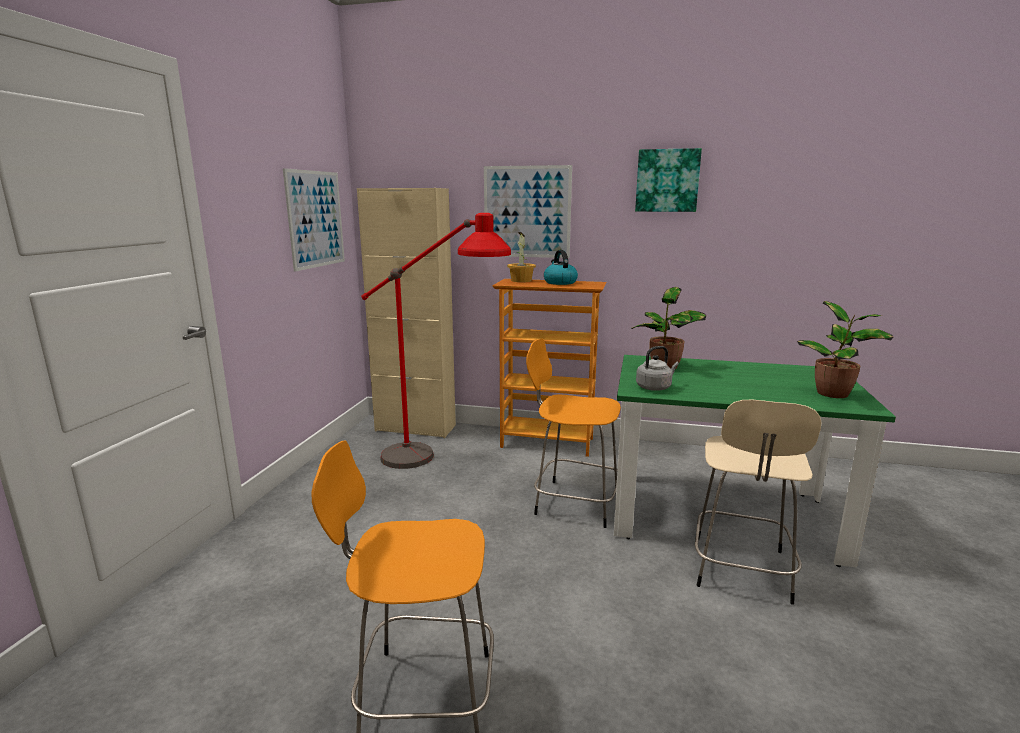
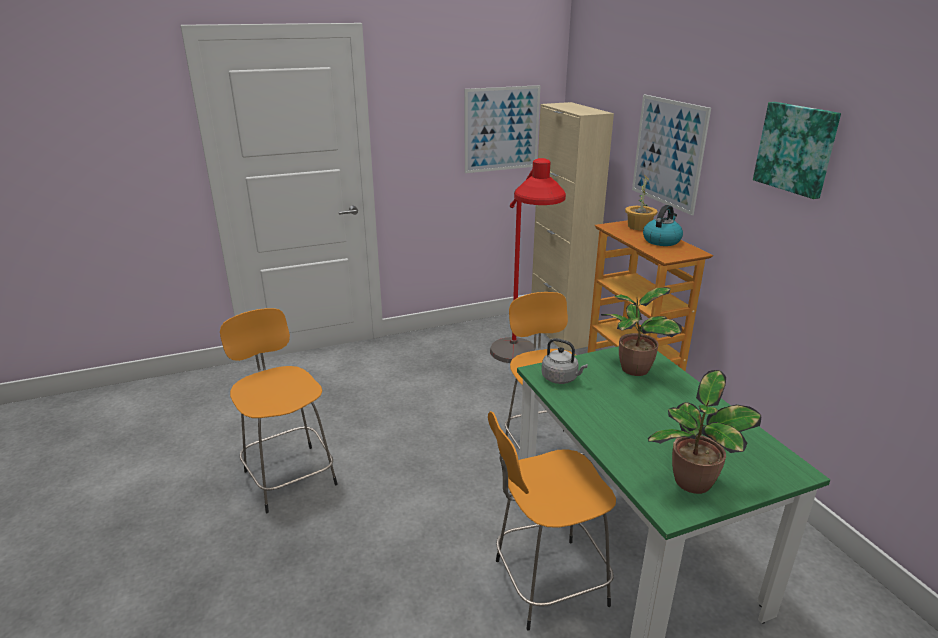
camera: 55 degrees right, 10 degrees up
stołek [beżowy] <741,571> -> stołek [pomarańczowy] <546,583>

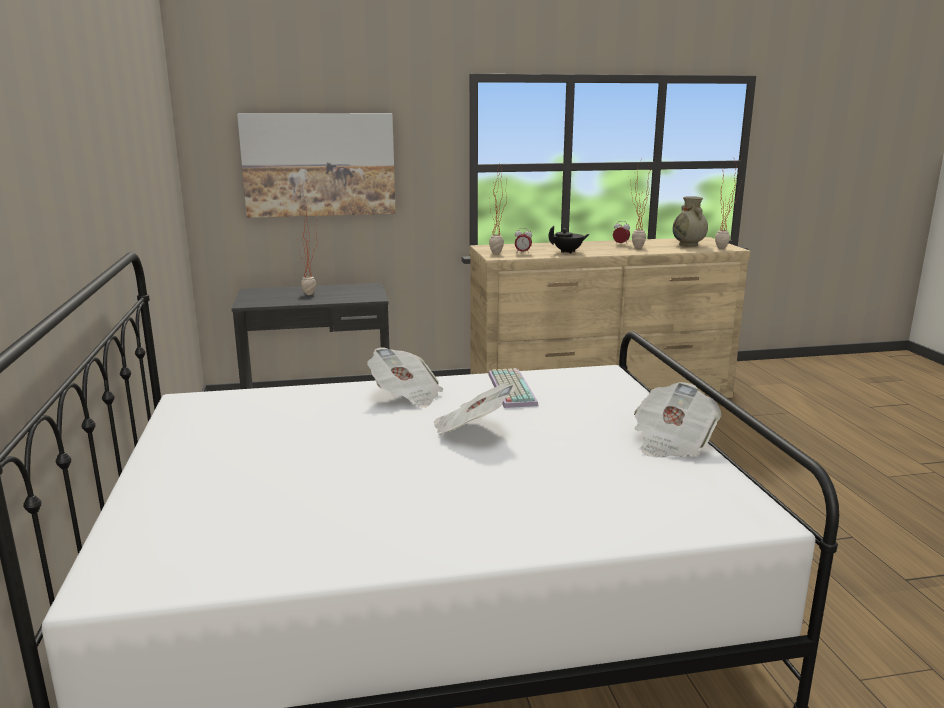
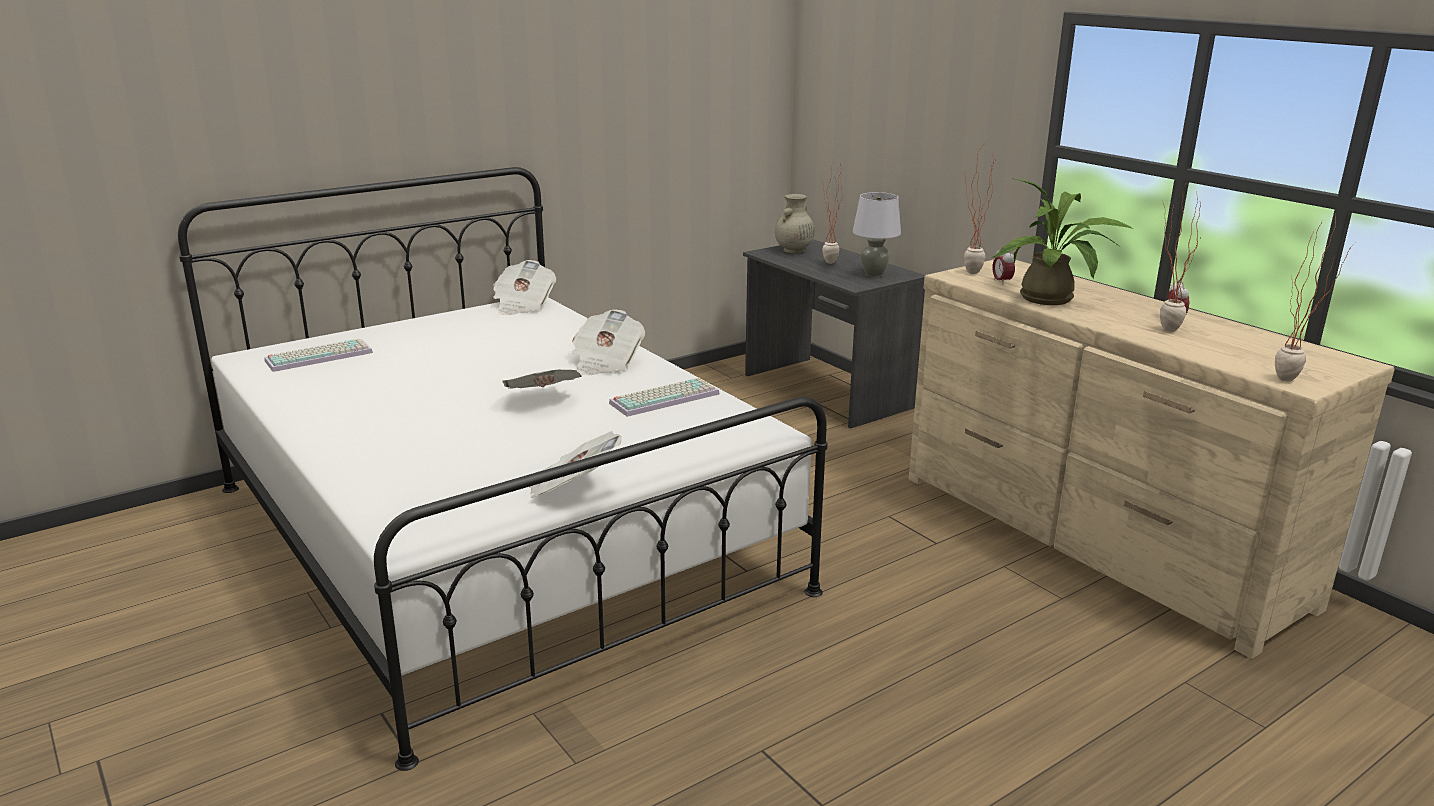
camera: 65 degrees right, 5 degrees up
none -> klawiatura <320,356>
none -> gazeta <523,305>
wazon [beżowy] <689,245> -> wazon [beżowy] <793,251>, relocated
none -> lampa stołowa [szary] <874,275>
imbryk [czarny] <568,252> -> roślina doniczkowa <1053,300>
obraz <319,164> -> none

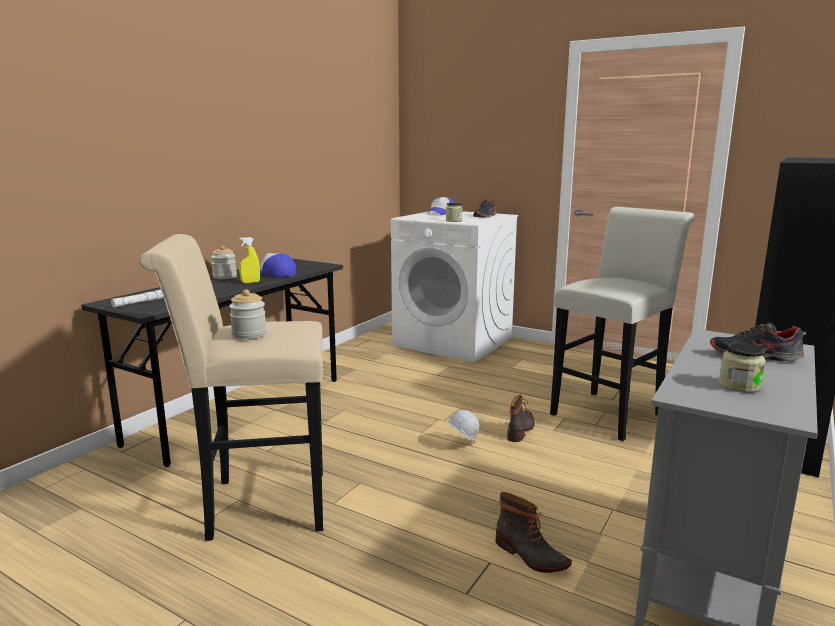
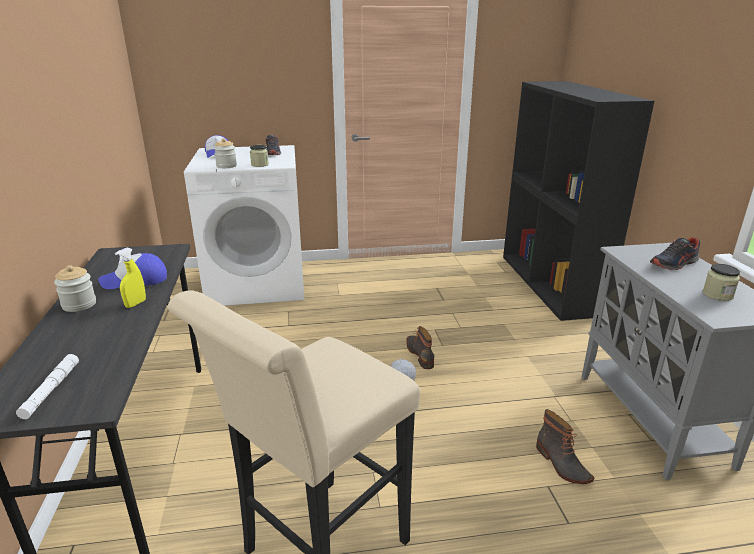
camera: 40 degrees left, 10 degrees up
słoik <249,334> -> słoik <226,166>, relocated
but z cholewką <530,556> -> but z cholewką <561,464>, 60 degrees clockwise
stołek [biały] <610,412> -> none

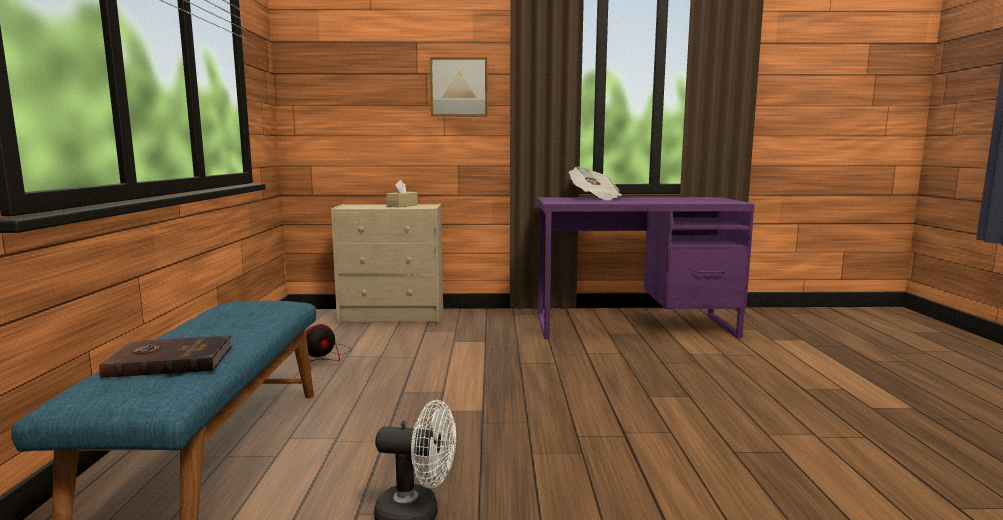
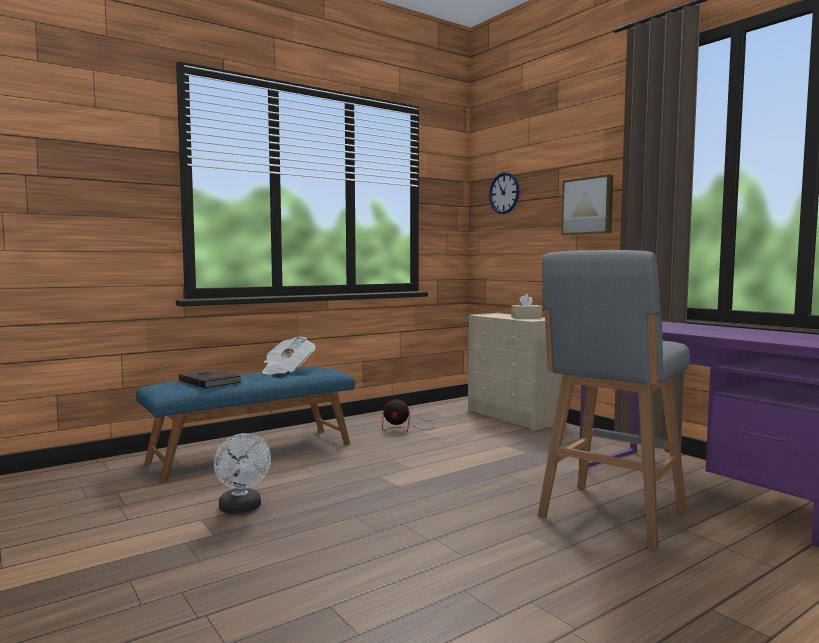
camera: 55 degrees right, 5 degrees down
gazeta <594,198> -> gazeta <287,370>, relocated
none -> zegar ścienny <504,193>
none -> stołek [szary] <610,515>

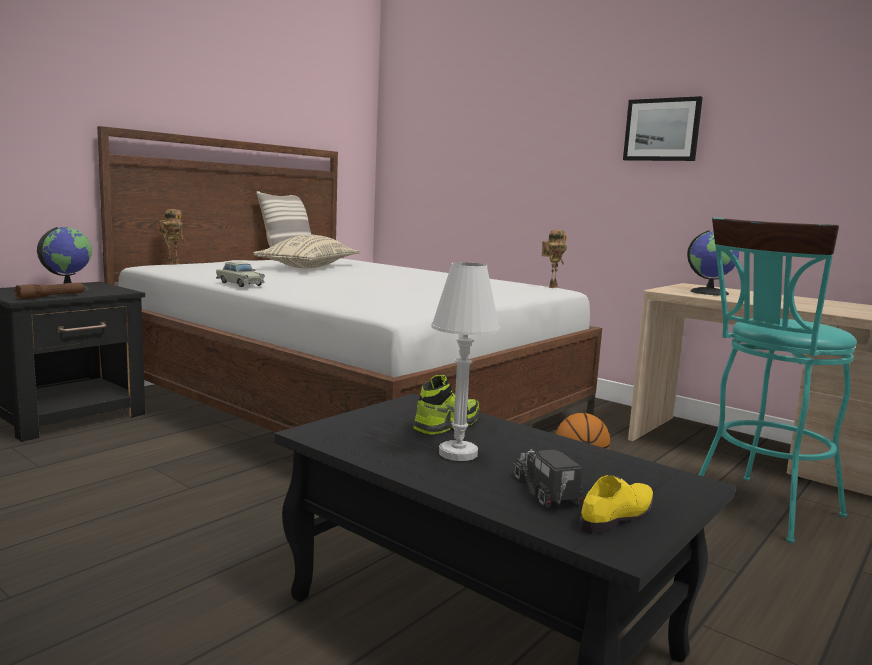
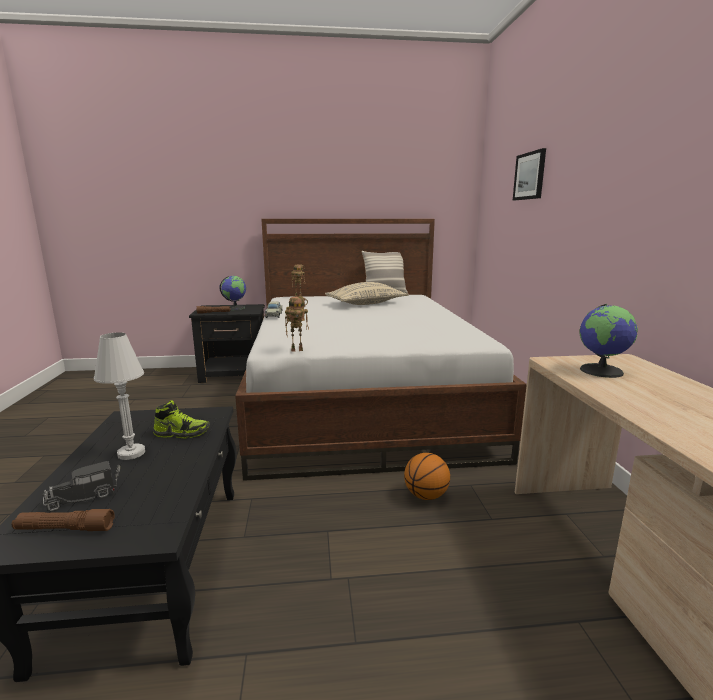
camera: 45 degrees right, 5 degrees up
but [żółty] <619,514> -> latarka [brązowy] <65,529>
ciężarówka zabawkowa <546,493> -> ciężarówka zabawkowa <85,496>, 150 degrees counterclockwise
robot zabawkowy <551,287> -> robot zabawkowy <297,350>, relocated
obraz <662,130> -> obraz <530,176>, relocated
stołek [turkusowy] <759,510> -> none

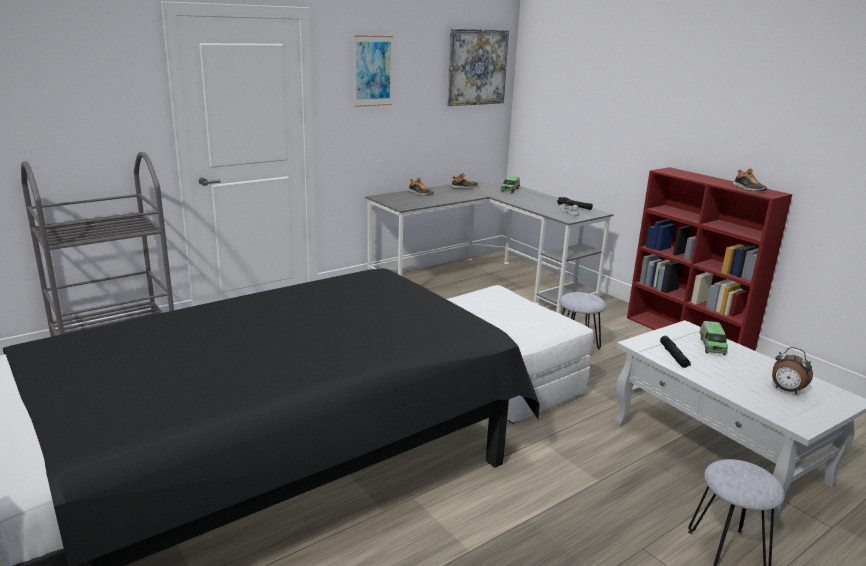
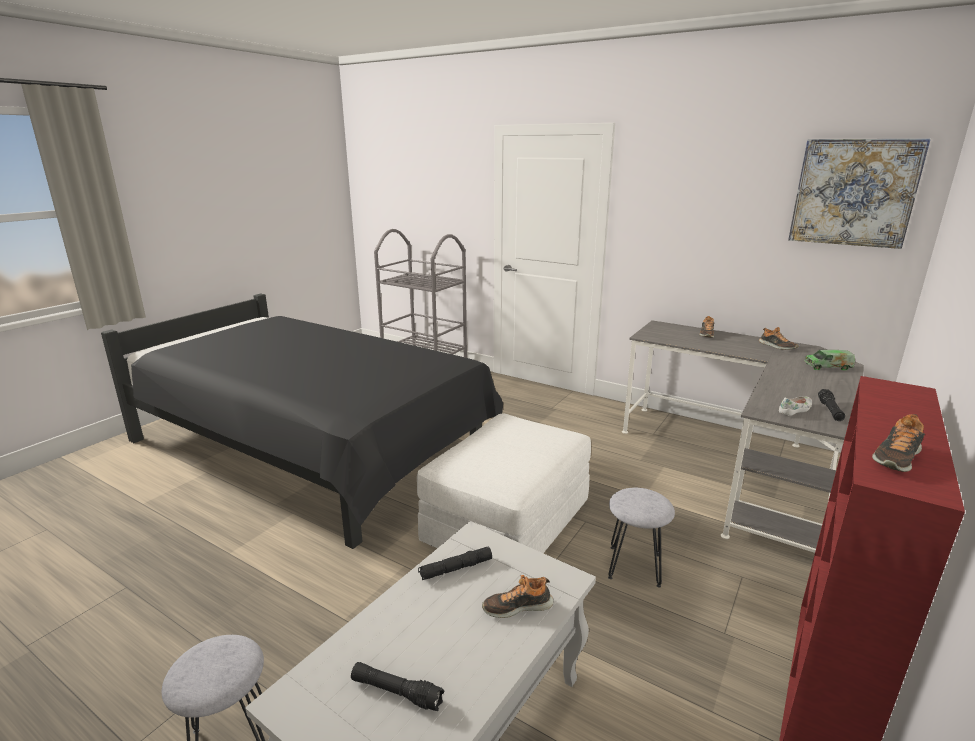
camera: 70 degrees right, 0 degrees up
budzik <786,390> -> latarka [czarny] <396,692>
ciężarówka zabawkowa <712,345> -> but <517,606>
obraz <373,71> -> none

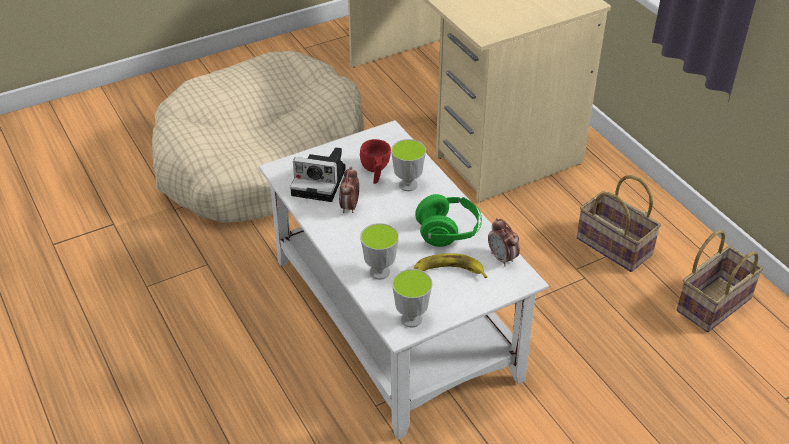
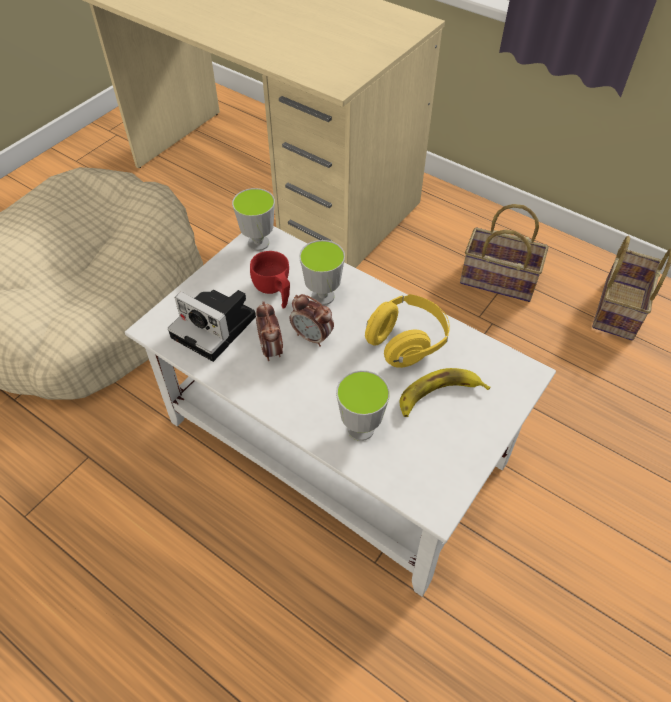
camera: 25 degrees left, 10 degrees up
aparat fotograficzny <321,182> -> aparat fotograficzny <217,327>, 45 degrees clockwise
filiżanka <411,319> -> filiżanka <258,243>, relocated
budzik <502,258> -> budzik <312,337>, relocated
słuchawki [zielony] <448,232> -> słuchawki [żółty] <406,342>

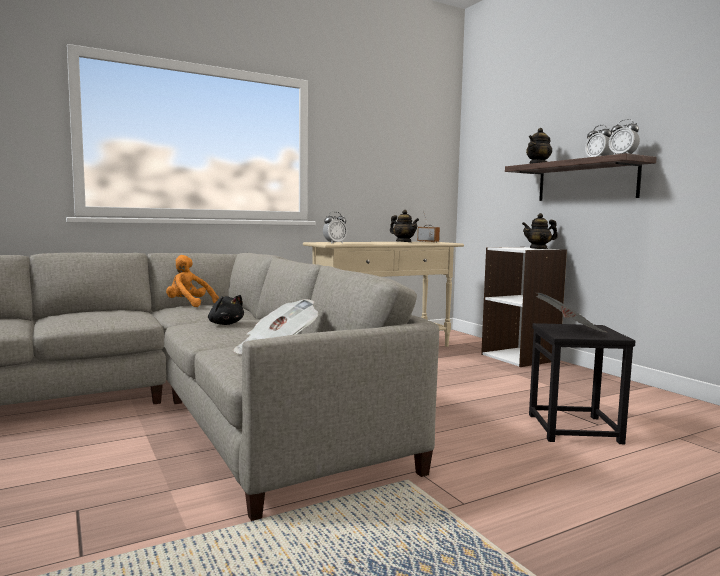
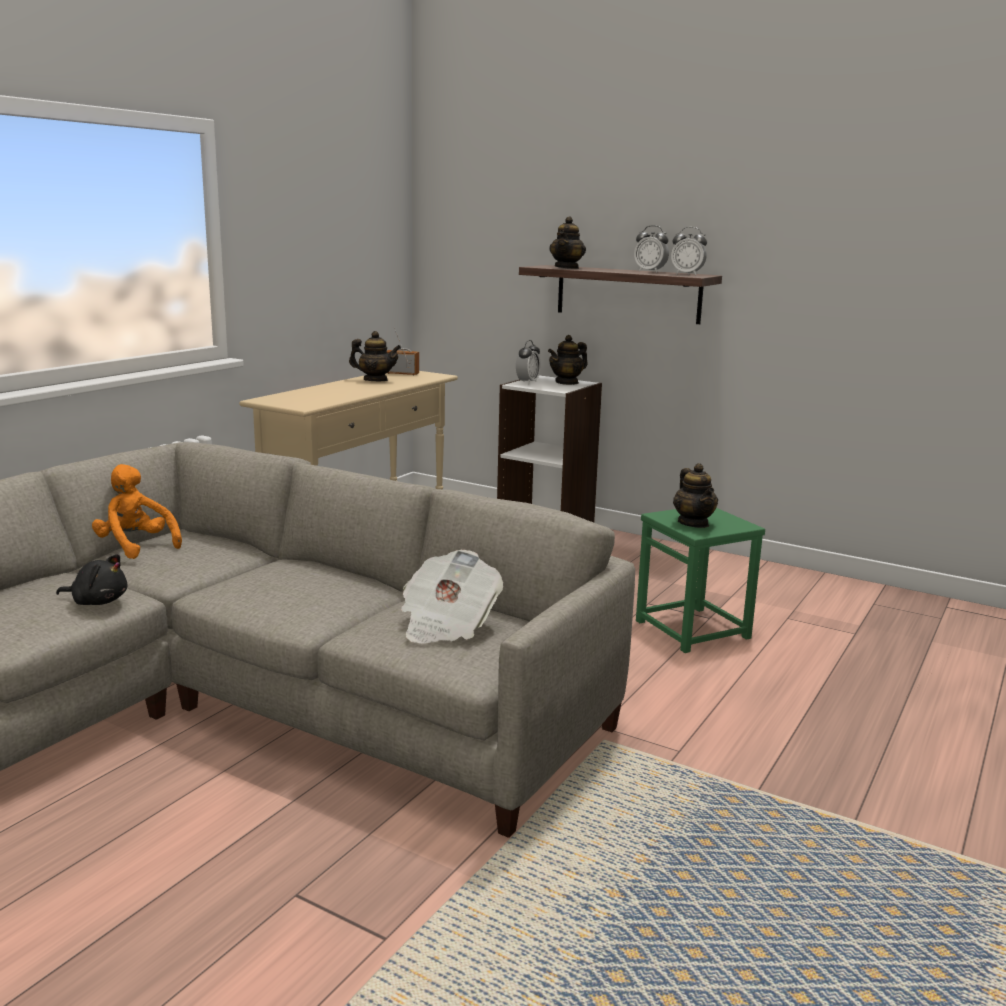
camera: 30 degrees left, 10 degrees up
pluszak [czarny] <225,324> -> pluszak [czarny] <97,601>, relocated
pluszak [pomarańczowy] <189,305> -> pluszak [pomarańczowy] <135,546>, 45 degrees clockwise
budzik <334,243> -> budzik <527,382>, relocated
stołek [czarny] <574,429> -> stołek [zielony] <693,629>
gazeta <569,331> -> imbryk <693,523>

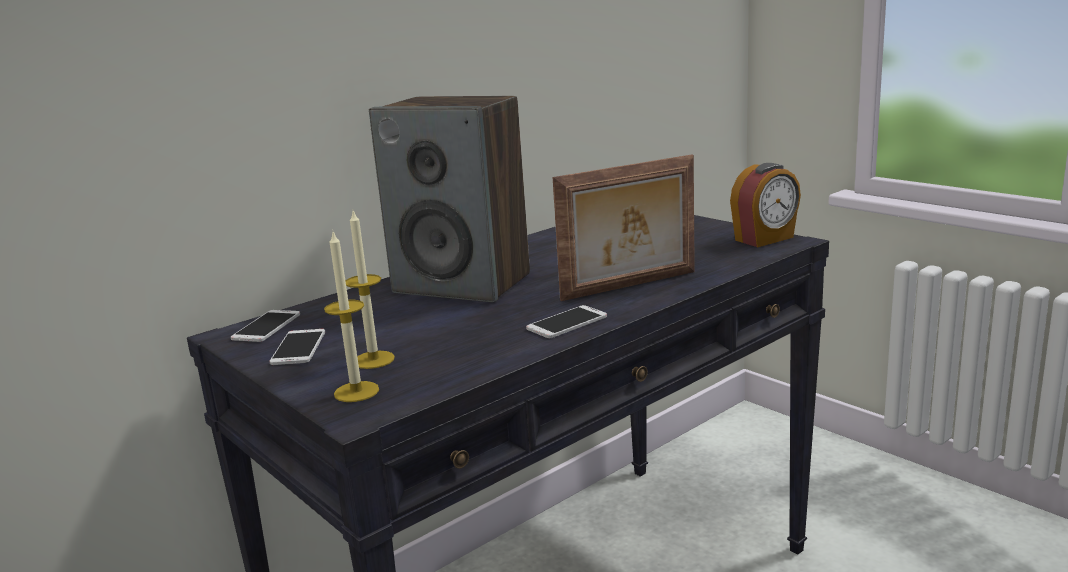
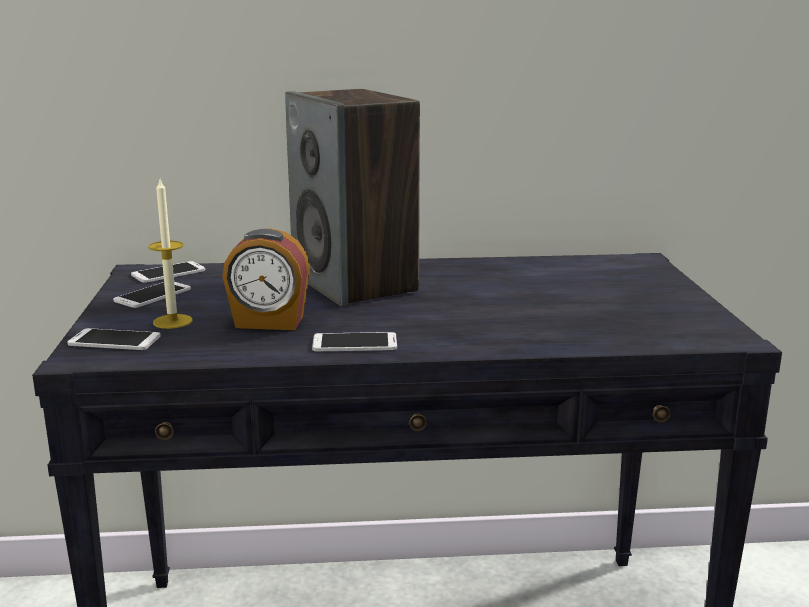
camera: 35 degrees right, 0 degrees up
świeca <356,392> -> telefon <114,340>
budzik <765,239> -> budzik <269,322>, relocated
ramka na zdjęcie <630,286> -> none

